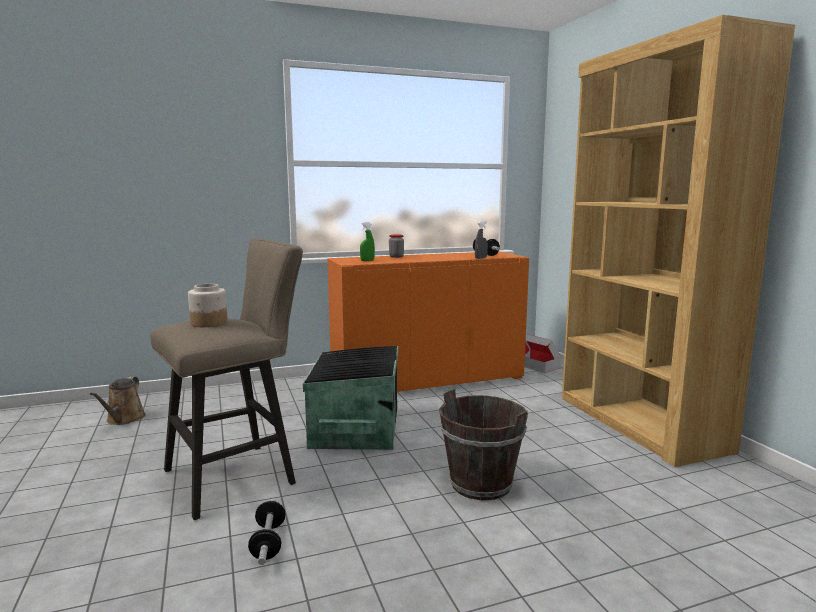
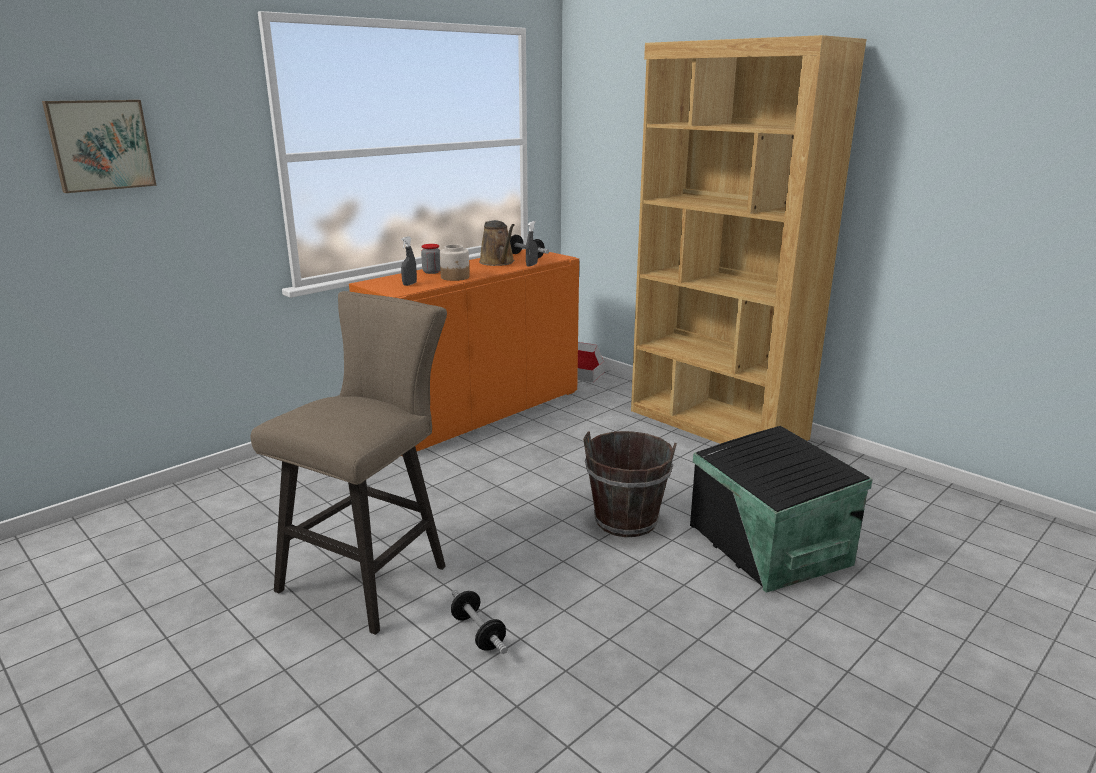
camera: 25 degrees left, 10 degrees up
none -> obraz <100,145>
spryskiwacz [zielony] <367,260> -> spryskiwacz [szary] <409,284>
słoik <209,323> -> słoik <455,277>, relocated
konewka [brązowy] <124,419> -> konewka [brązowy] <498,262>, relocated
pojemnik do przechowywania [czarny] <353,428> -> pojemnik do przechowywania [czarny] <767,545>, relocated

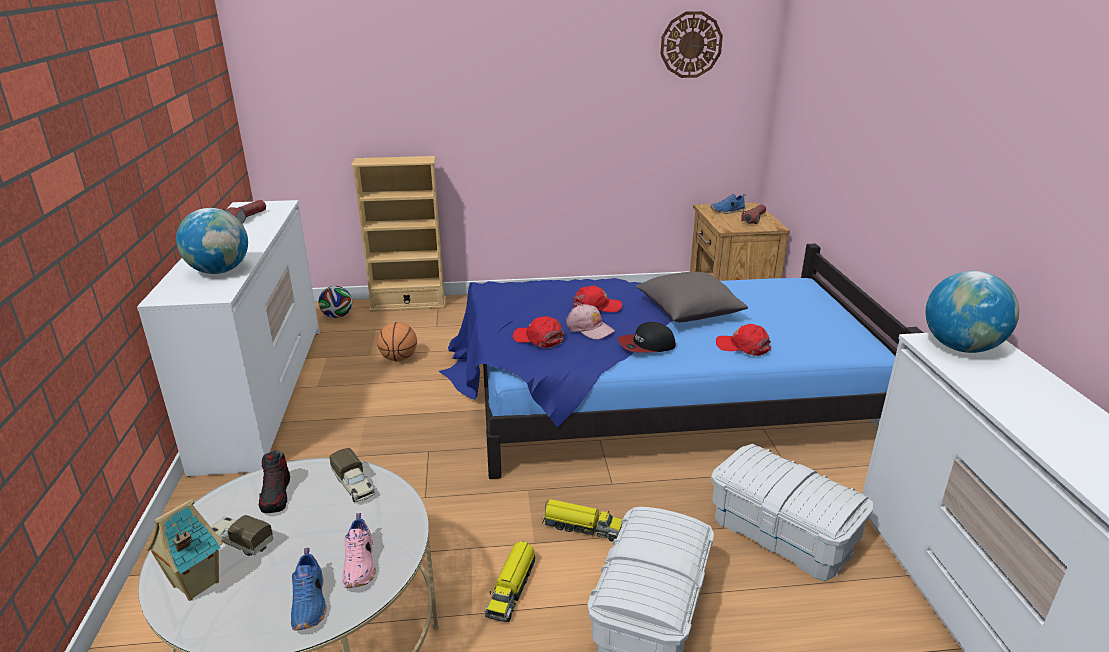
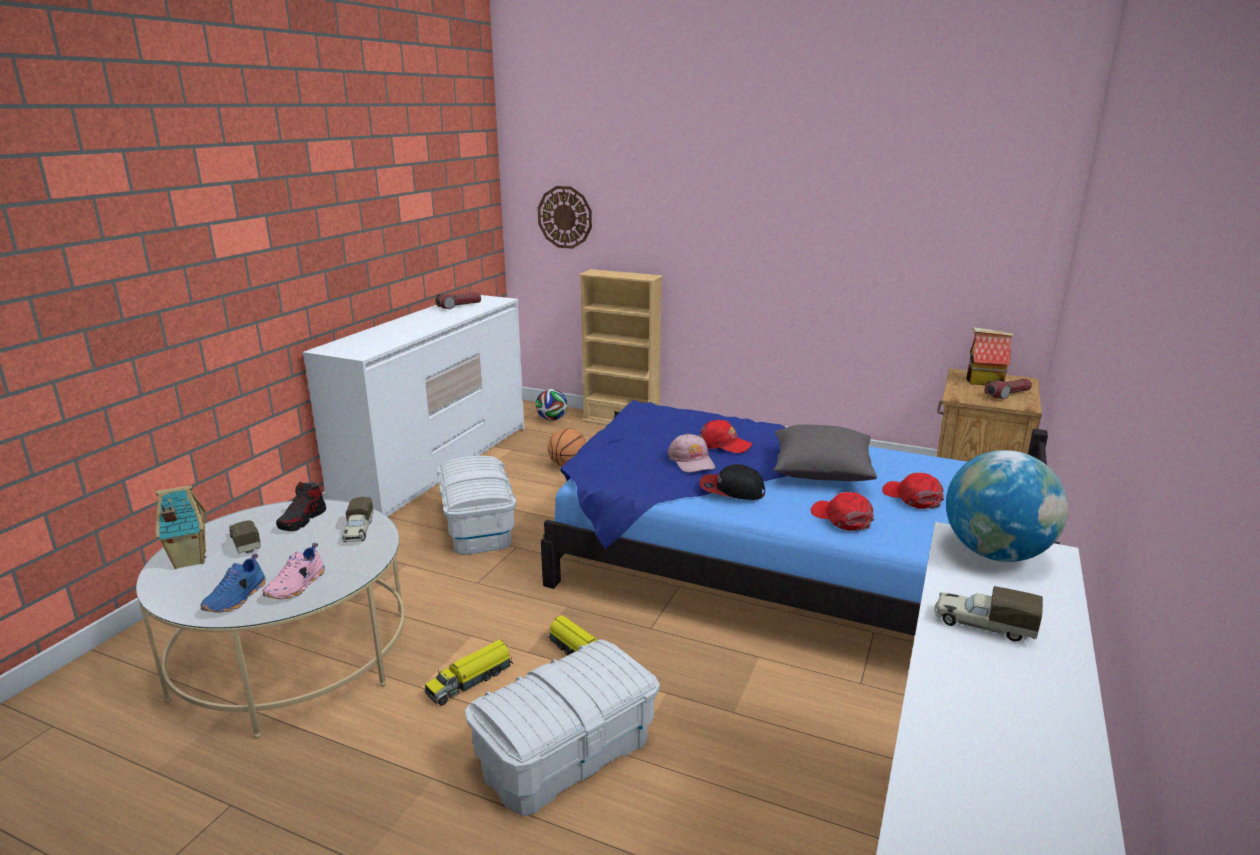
camera: 30 degrees right, 5 degrees down
pojemnik do przechowywania [biały] <782,533> -> pojemnik do przechowywania [biały] <478,526>, relocated
zegar ścienny <691,45> -> zegar ścienny <565,217>, relocated
czapka z daszkiem [czerwony] <539,338> -> czapka z daszkiem [czerwony] <912,497>, relocated
none -> ciężarówka zabawkowa <983,625>
but [niebieski] <728,211> -> domek <984,381>
globus <219,271> -> none

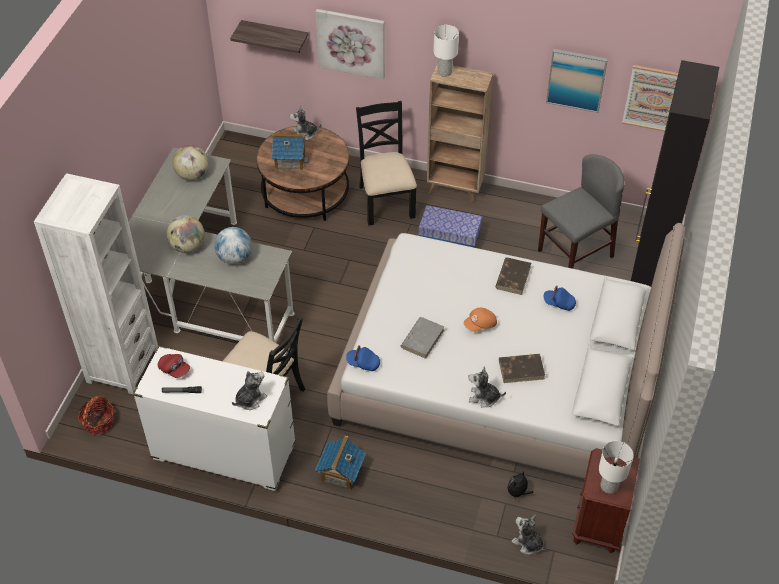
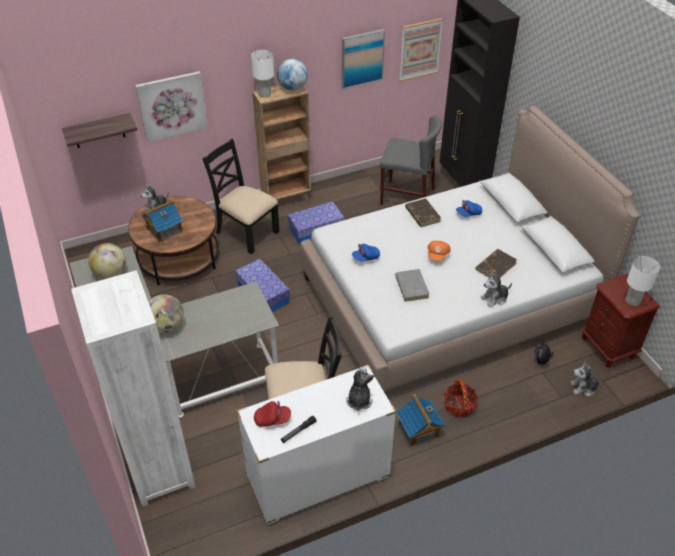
camera: 40 degrees left, 5 degrees down
none -> pojemnik do przechowywania <263,294>
globus <235,258> -> globus <292,88>, relocated
czapka z daszkiem [niebieski] <363,363> -> czapka z daszkiem [niebieski] <365,258>, relocated
krzesło [szary] <575,253> -> krzesło [szary] <407,196>, 90 degrees clockwise
koszyk <98,422> -> koszyk <459,406>, relocated

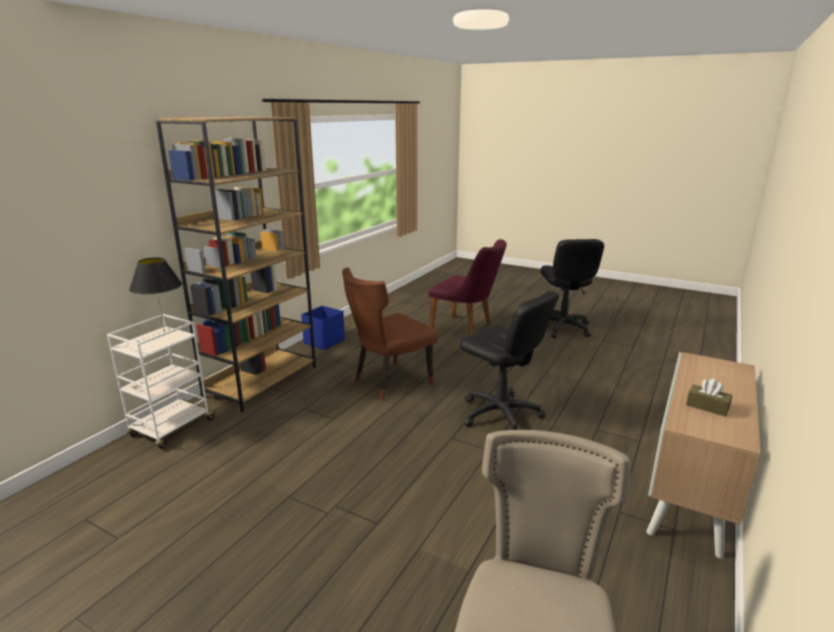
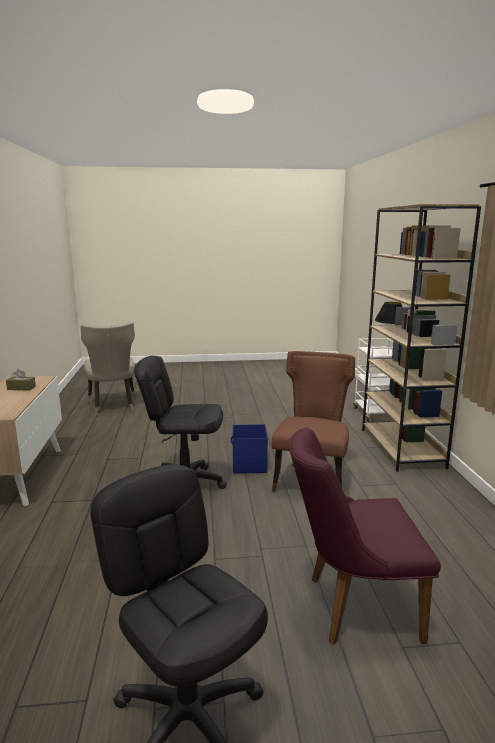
camera: 145 degrees right, 5 degrees down
pojemnik do przechowywania [niebieski] <325,341> -> pojemnik do przechowywania [niebieski] <249,465>, relocated

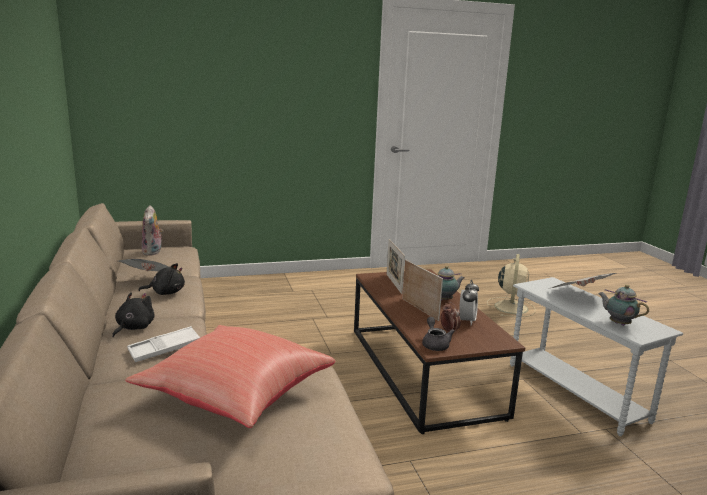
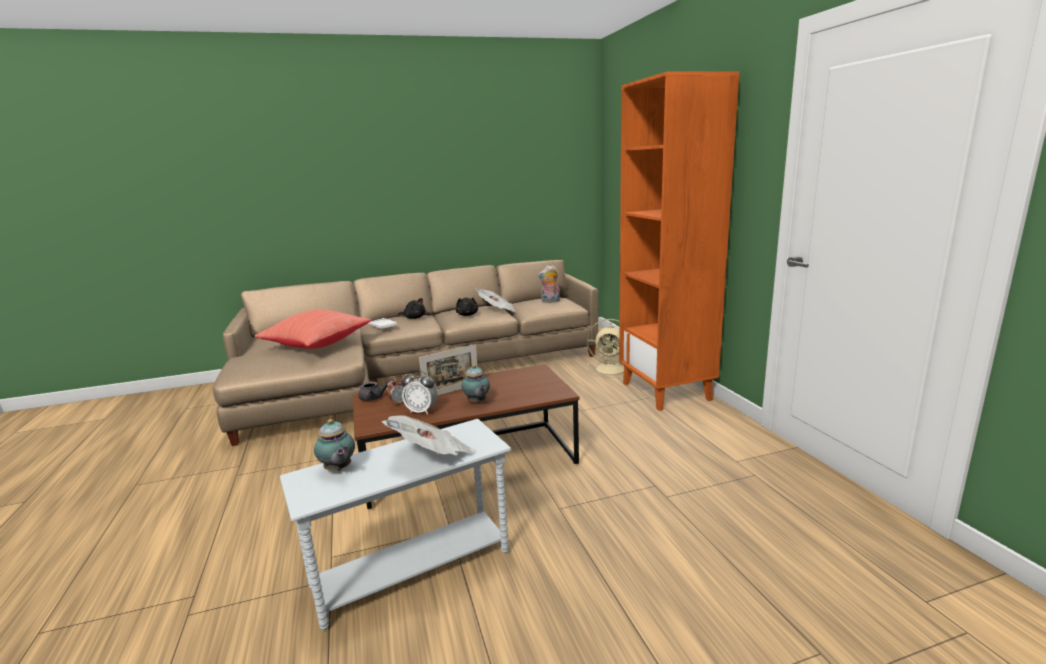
camera: 90 degrees right, 0 degrees up
imbryk <618,323> -> imbryk <338,469>, 105 degrees clockwise
wentylator [beżowy] <511,307> -> wentylator [beżowy] <611,369>, relocated
none -> regał [pomarańczowy] <666,391>
ramka na zdjęcie <394,283> -> none

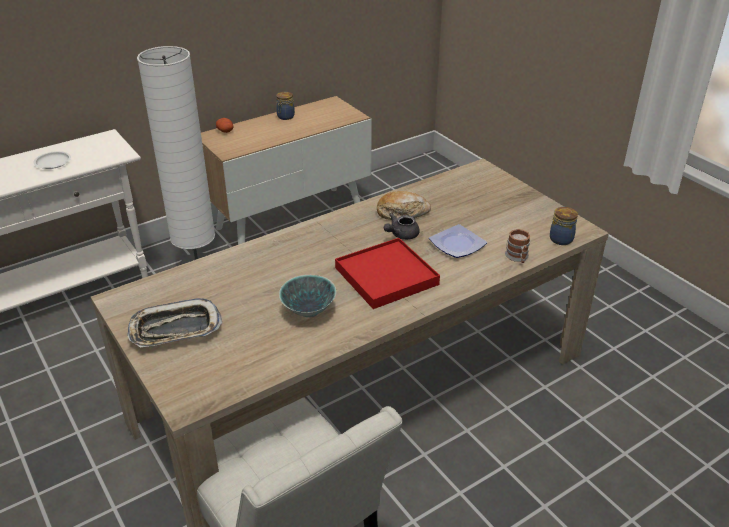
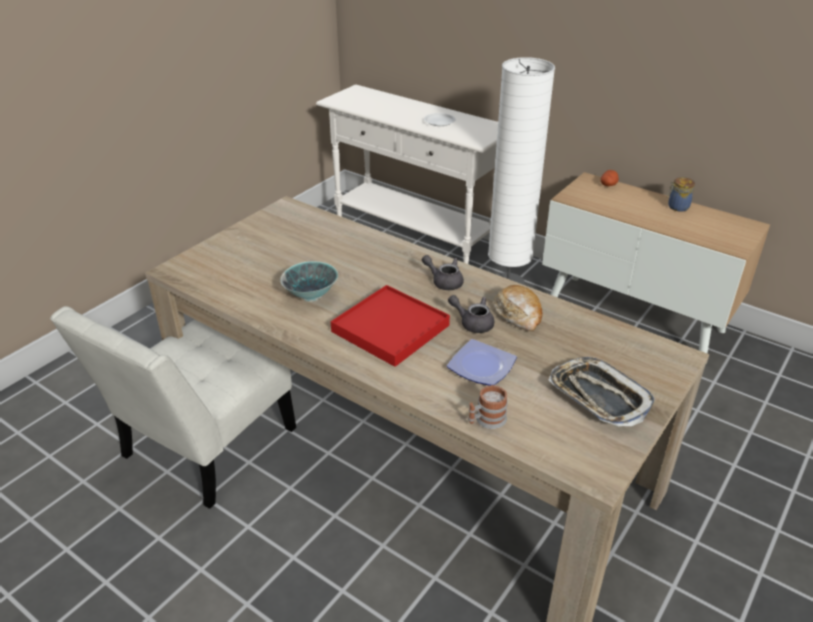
camera: 70 degrees right, 0 degrees up
none -> imbryk [szary] <444,281>
taca <175,329> -> taca <598,396>, relocated
słoik <561,238> -> none

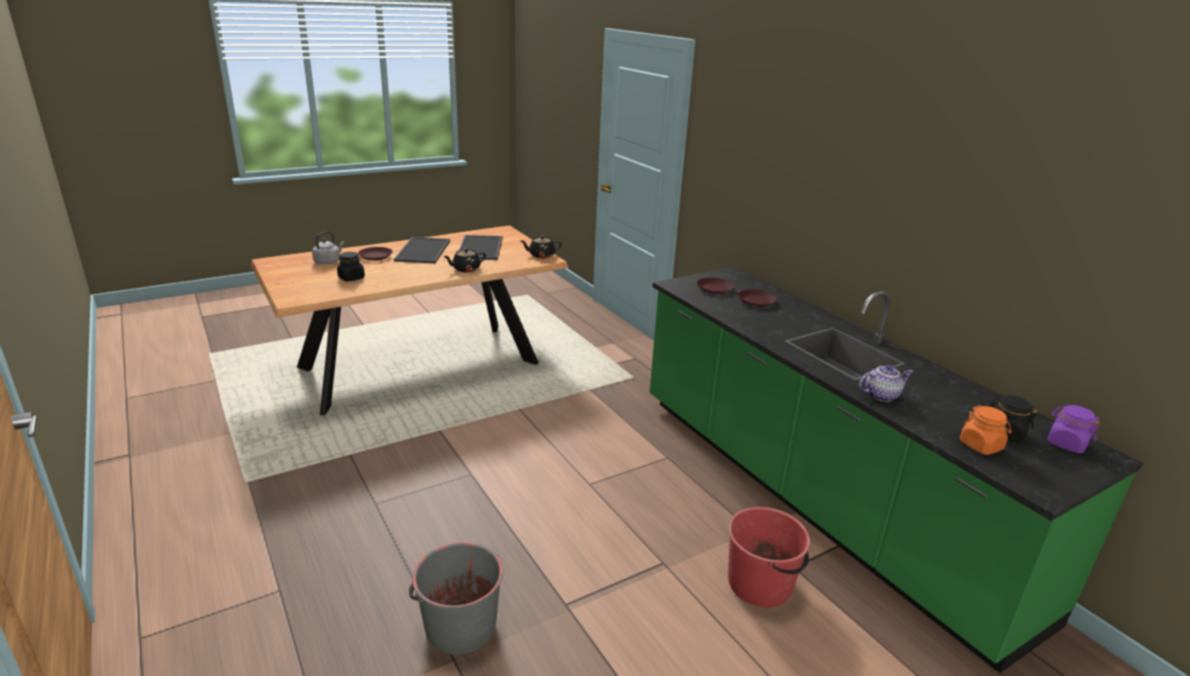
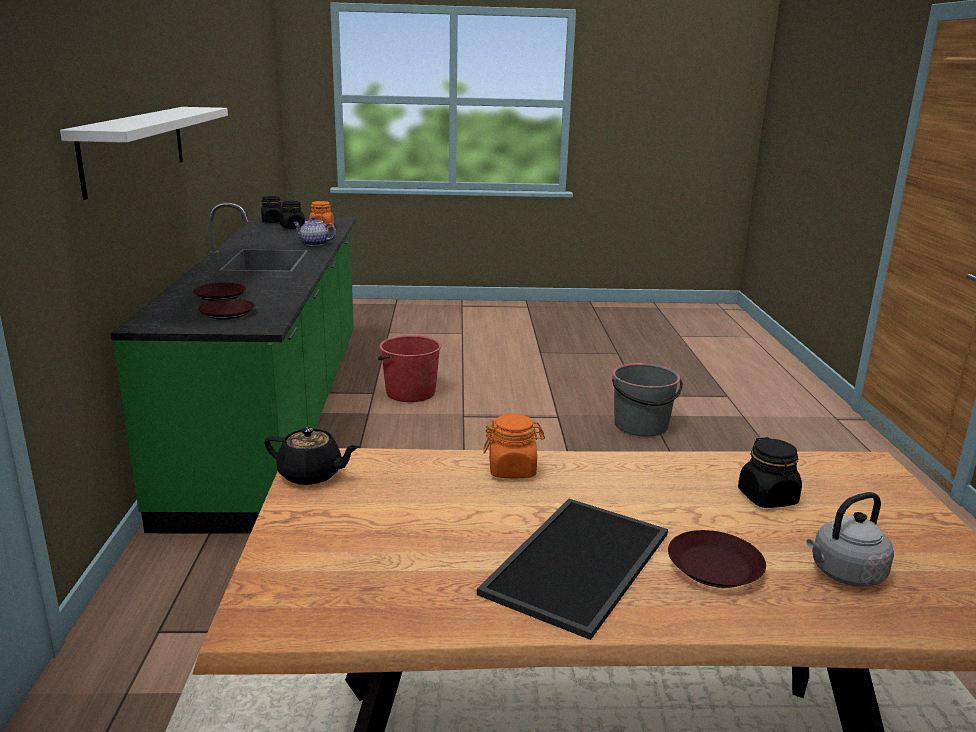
camera: 150 degrees left, 5 degrees down
none -> półka [biały] <135,147>
słoik [fioletowy] <1066,444> -> słoik [czarny] <272,221>
imbryk [czarny] <465,269> -> słoik [pomarańczowy] <512,470>
taca <481,248> -> none

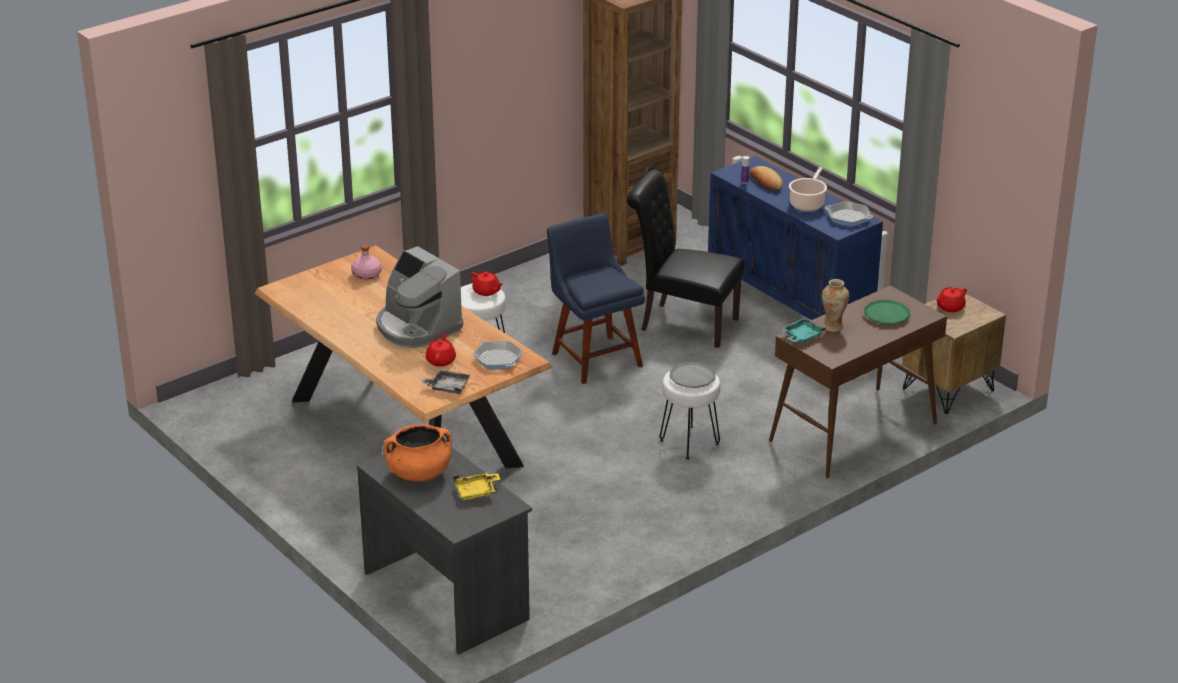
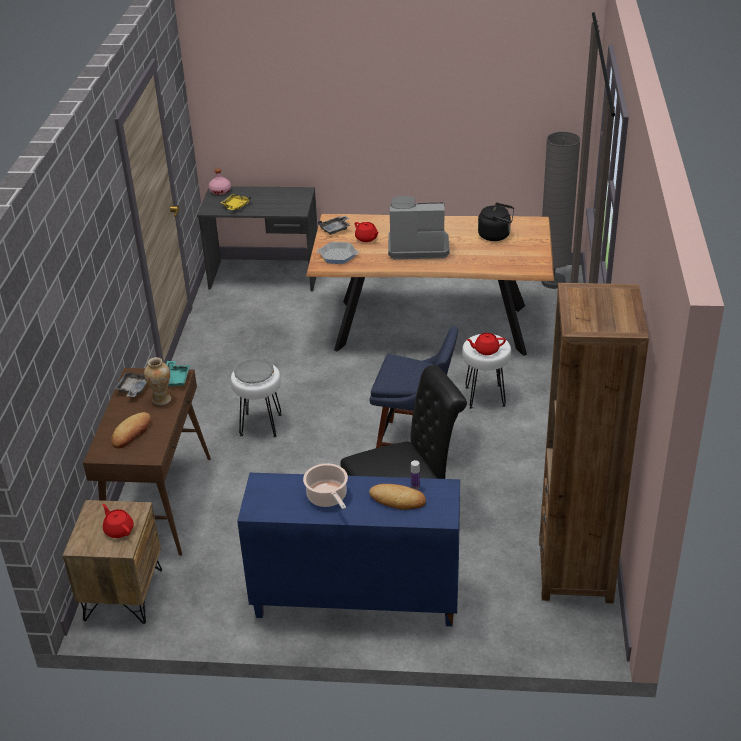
camera: 135 degrees right, 5 degrees up
imbryk [czerwony] <949,307> -> imbryk [czerwony] <119,530>, 45 degrees counterclockwise
talerz [zielony] <886,316> -> chleb <131,433>
none -> taca [szary] <133,389>
butelka [różowy] <366,274> -> butelka [różowy] <220,191>, relocated
none -> czajnik [czarny] <496,235>
none -> lampa stojąca [szary] <553,282>
garnek [pomarańczowy] <419,474> -> none
patelnia <848,217> -> none

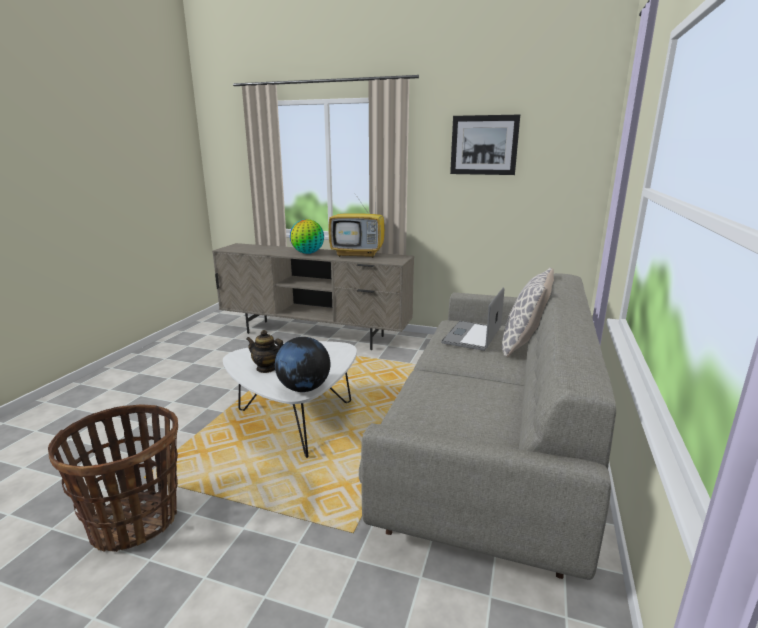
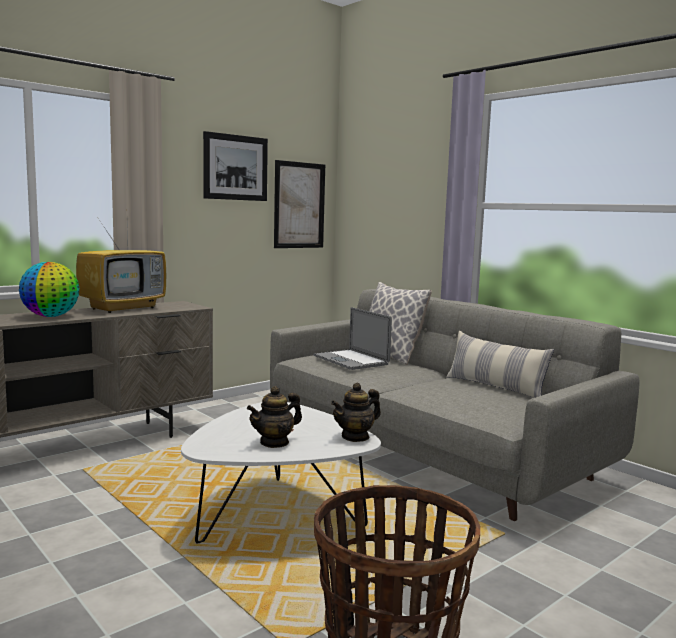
camera: 60 degrees left, 10 degrees down
none -> obraz <299,205>
globus <304,388> -> imbryk <355,437>
none -> poduszka <495,387>

